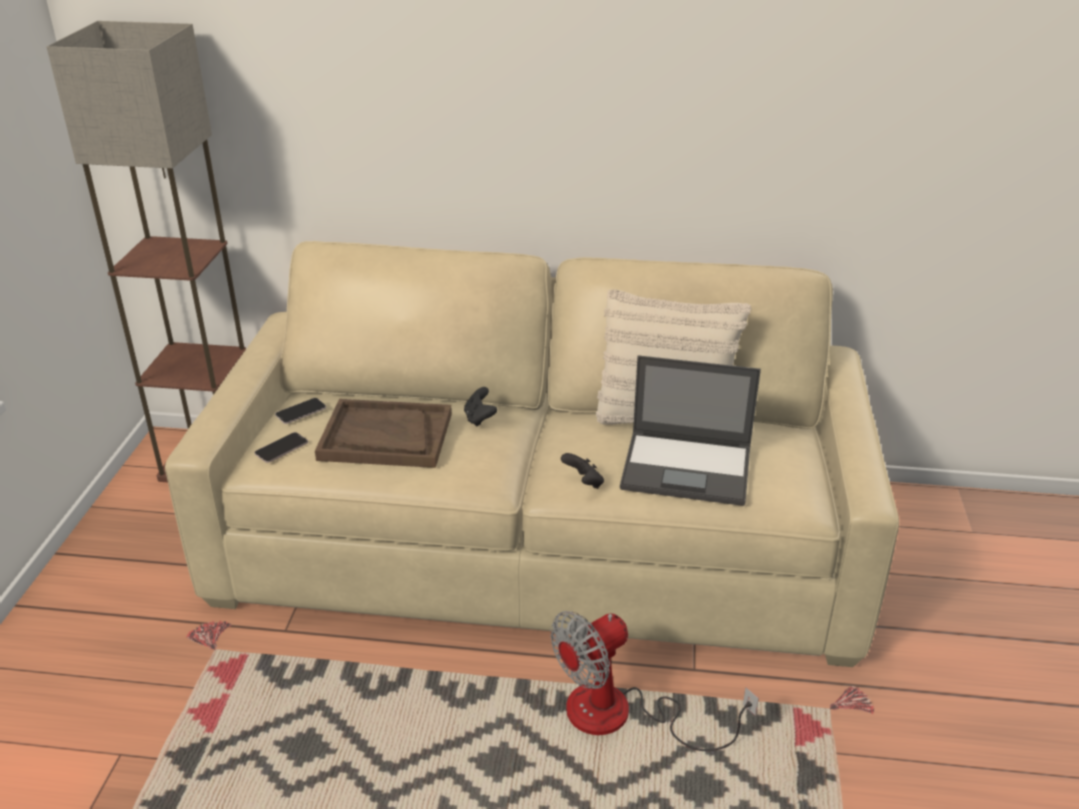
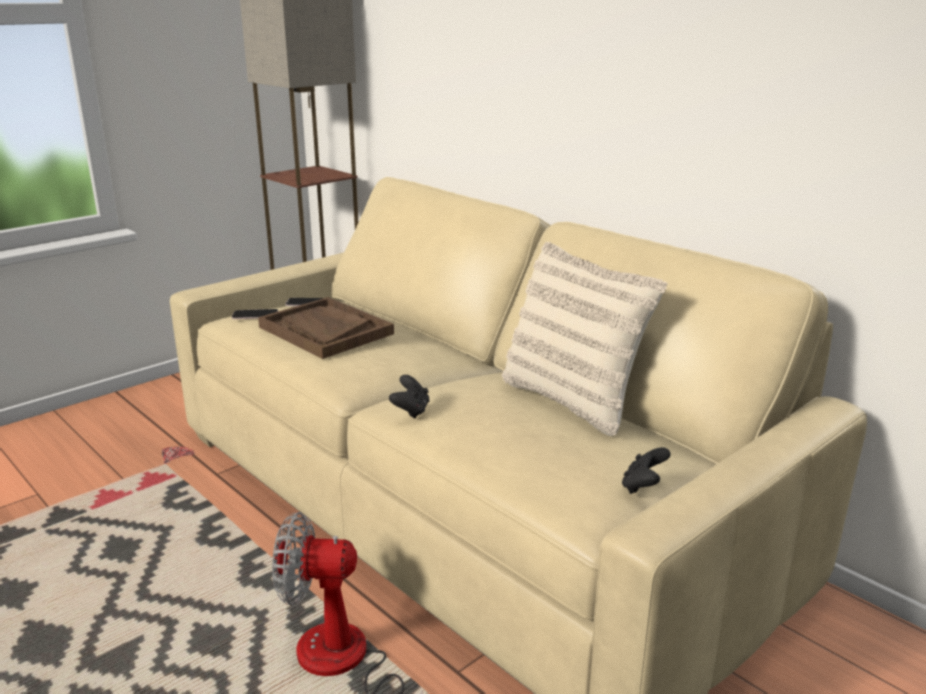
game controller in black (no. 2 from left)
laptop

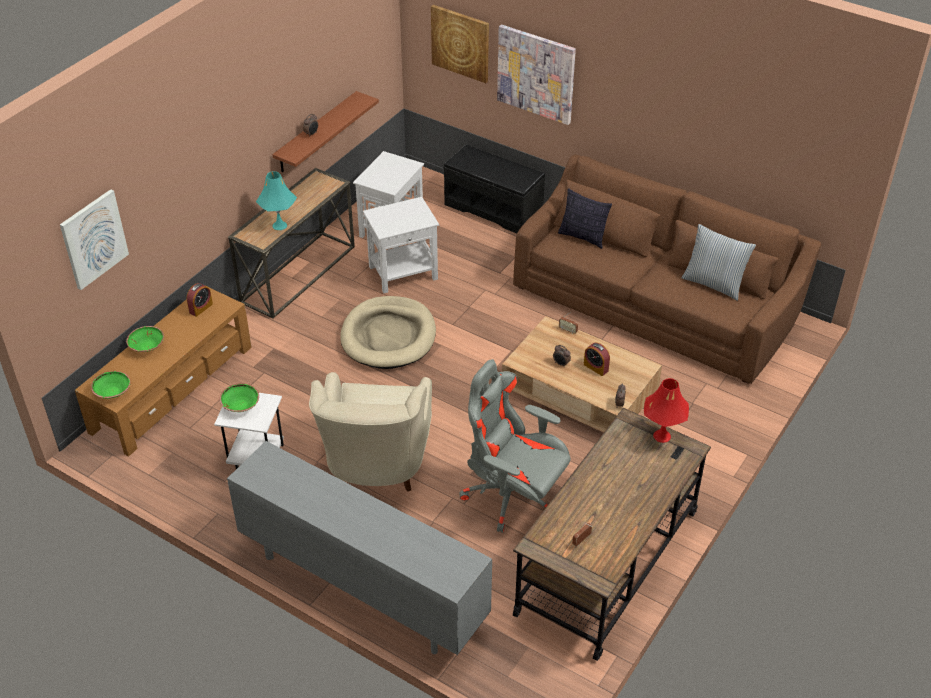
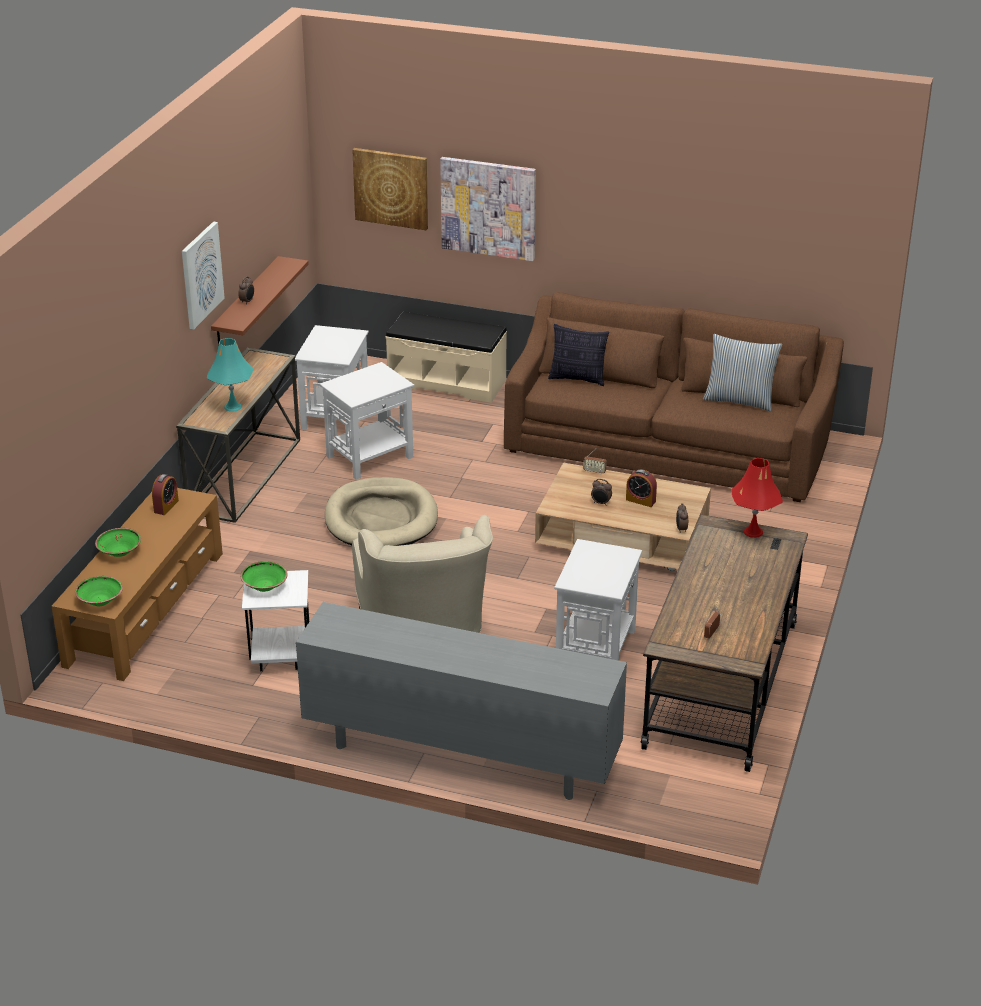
picture (no. 1 from left)
bench in beige
side table in white (no. 4 from left)

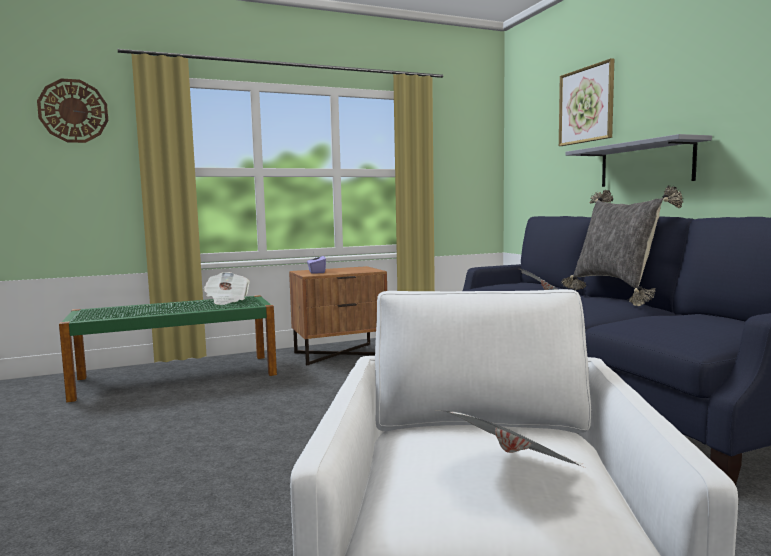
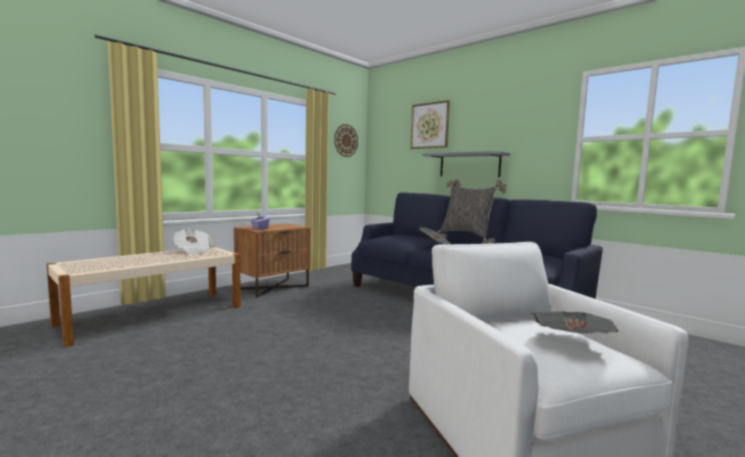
wall clock
bench in beige

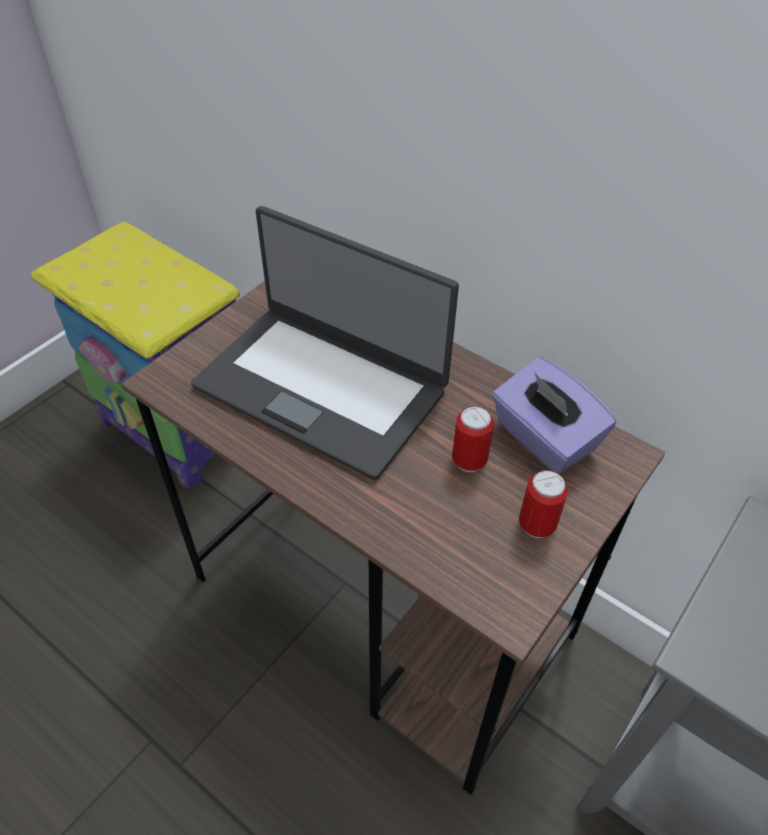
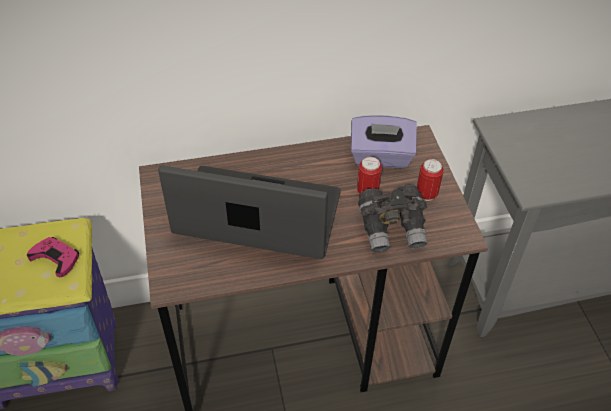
laptop
game controller in pink
binoculars in grey

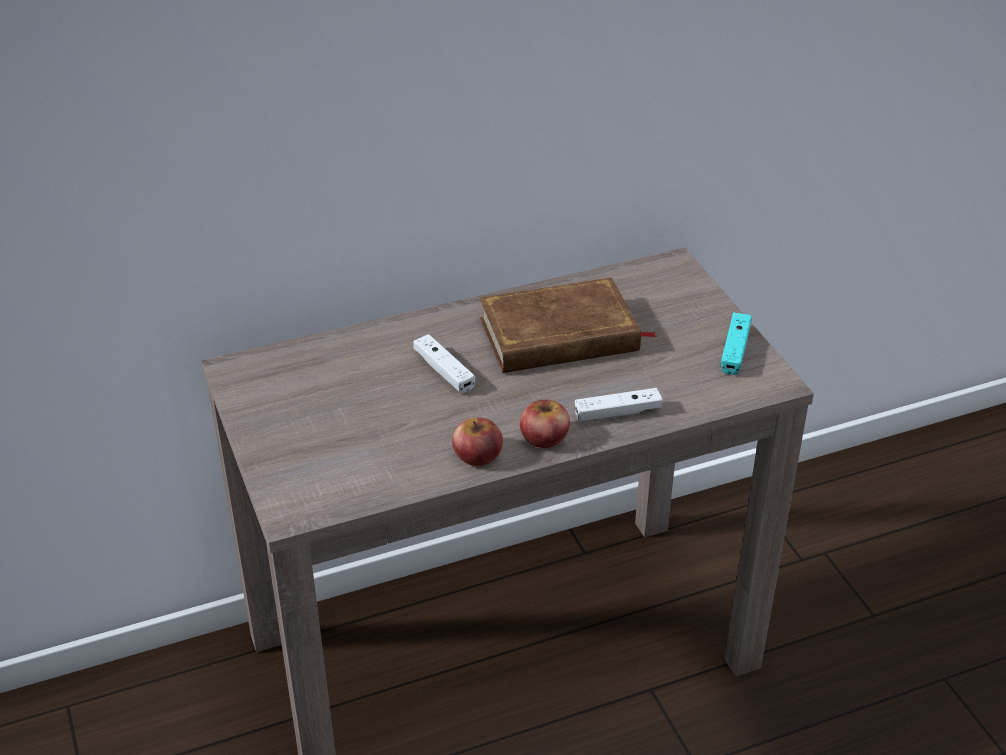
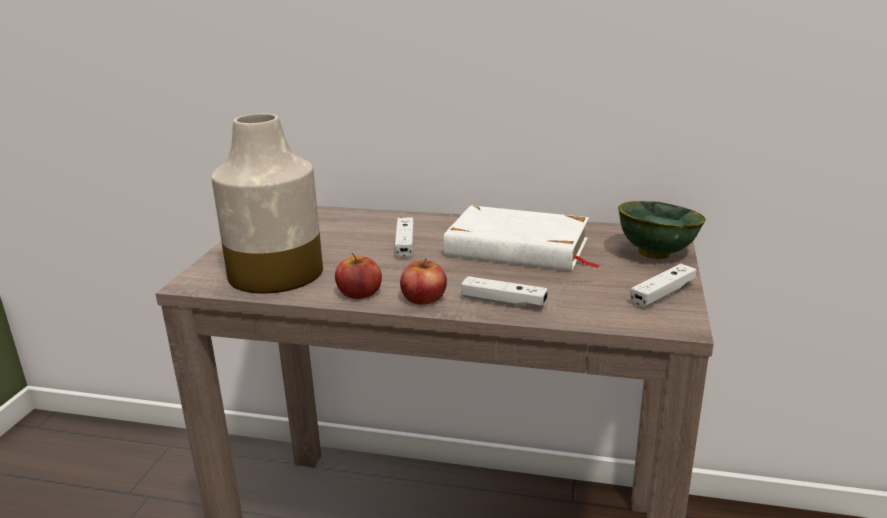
book in white
game controller in white (no. 3 from left)
vase in beige
bowl in green

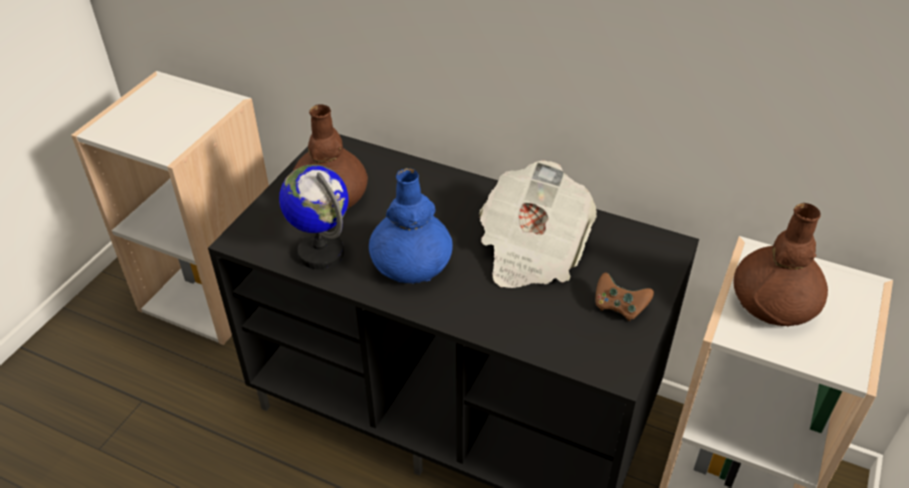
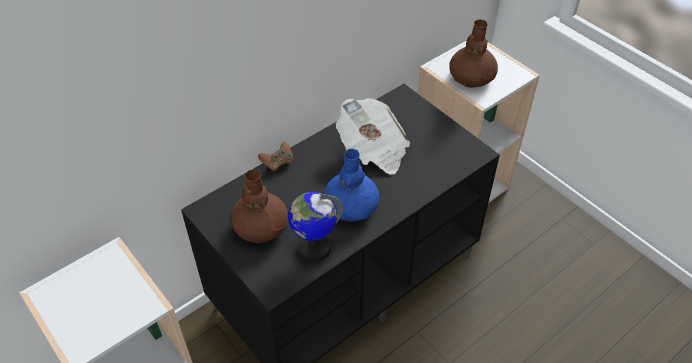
game controller in brown

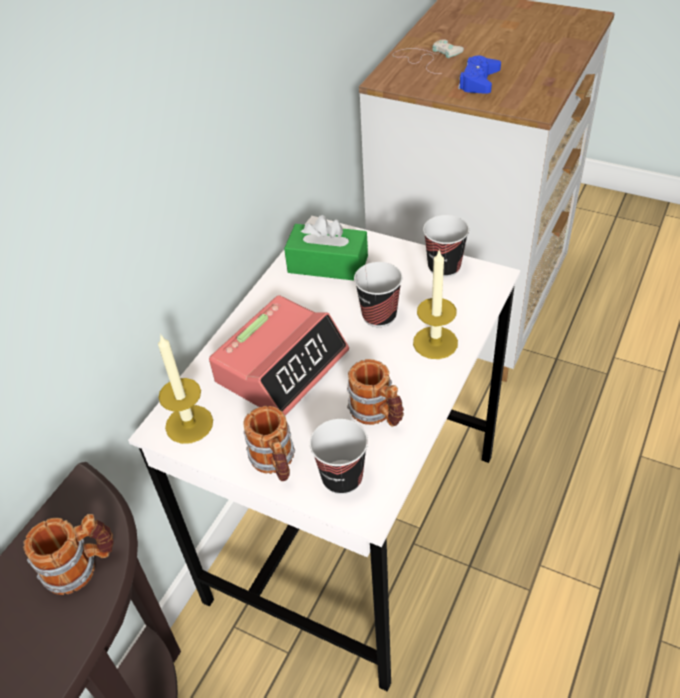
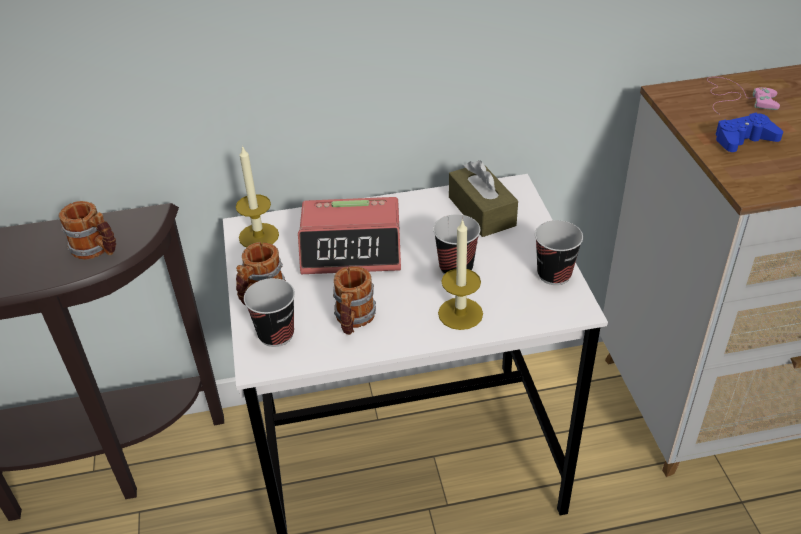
tissue box in brown
game controller in pink

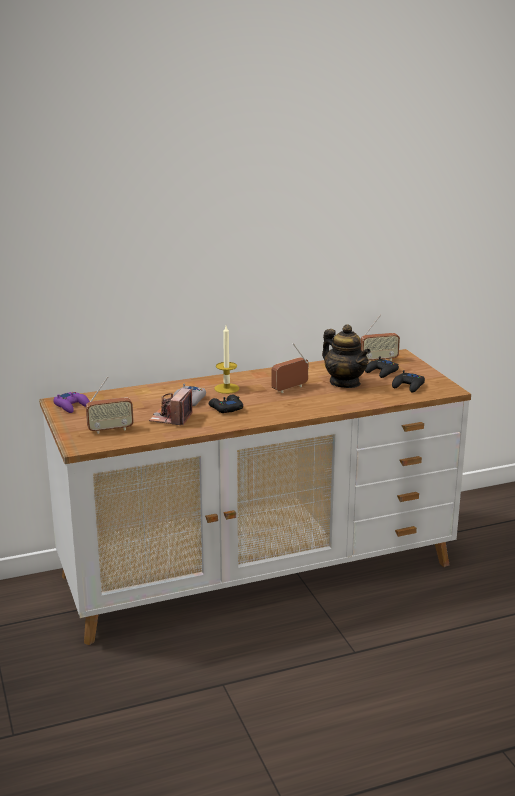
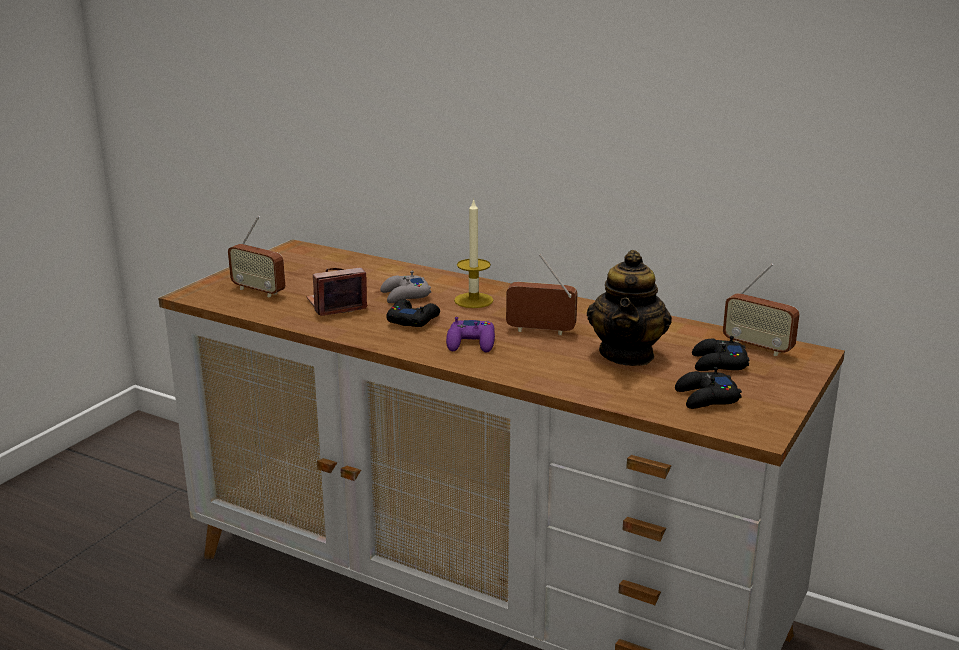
game controller in purple

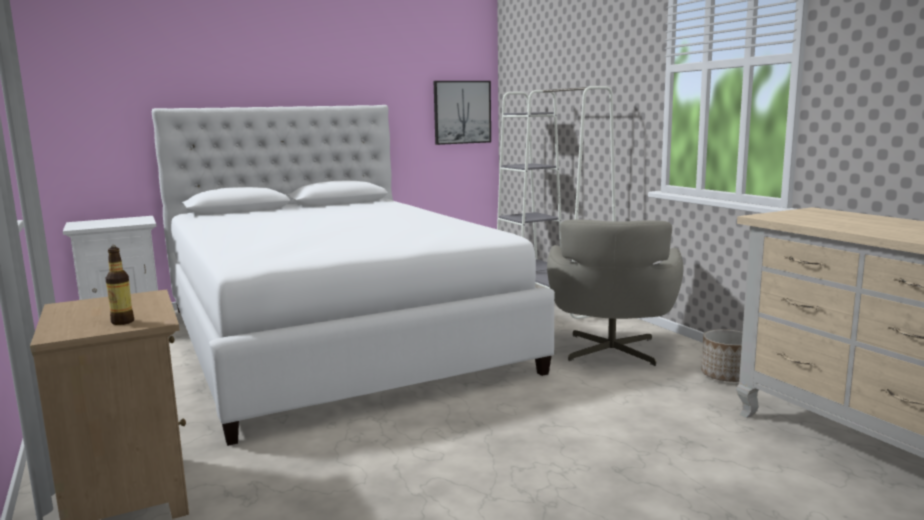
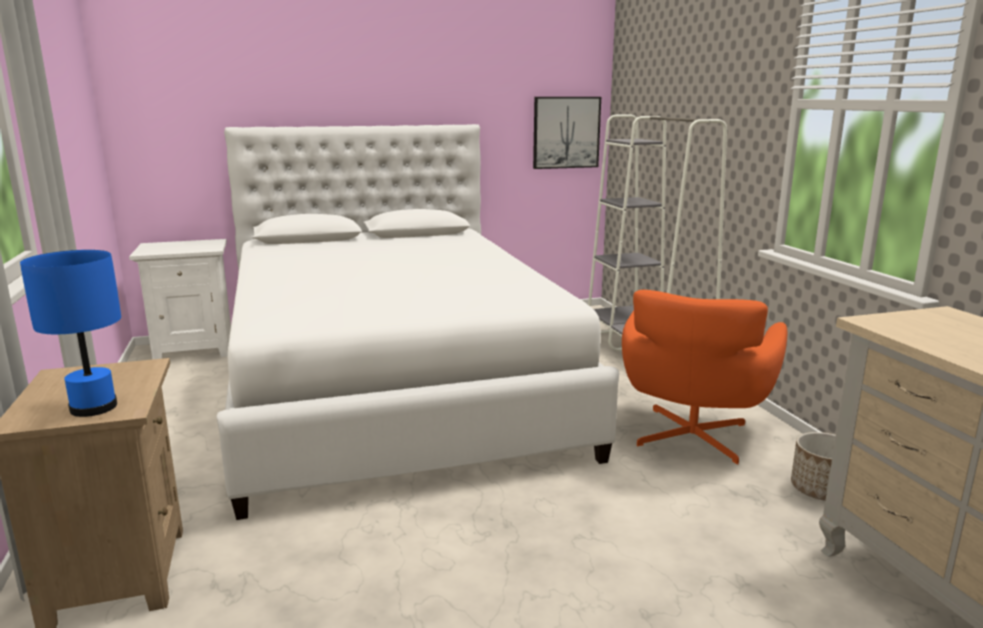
table lamp in blue
armchair in orange

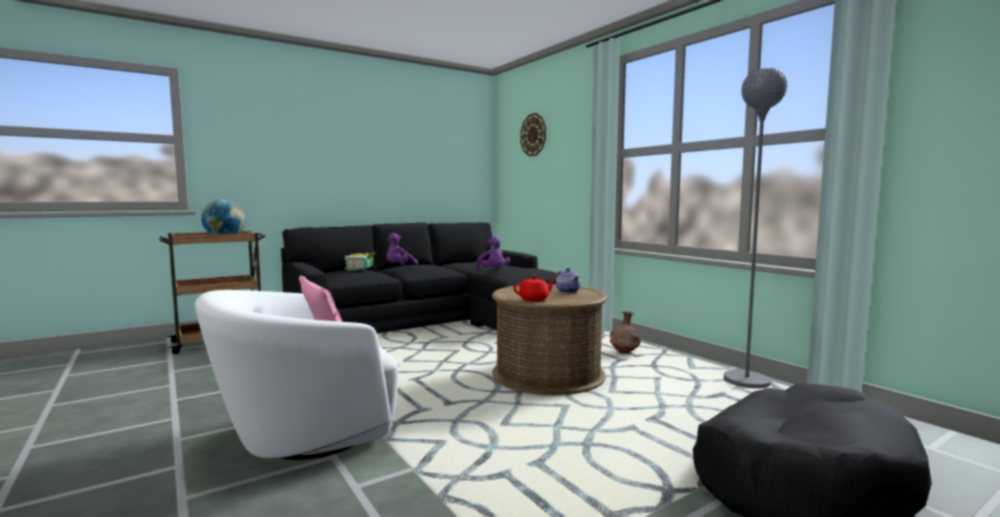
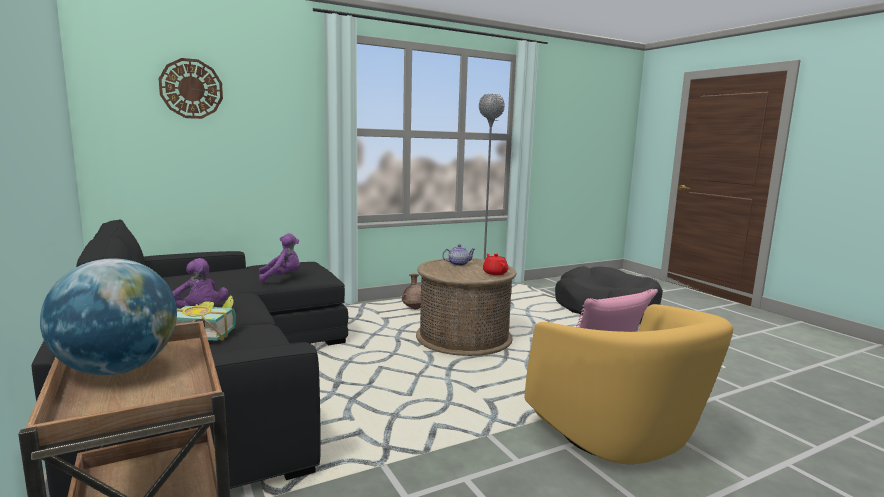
armchair in yellow

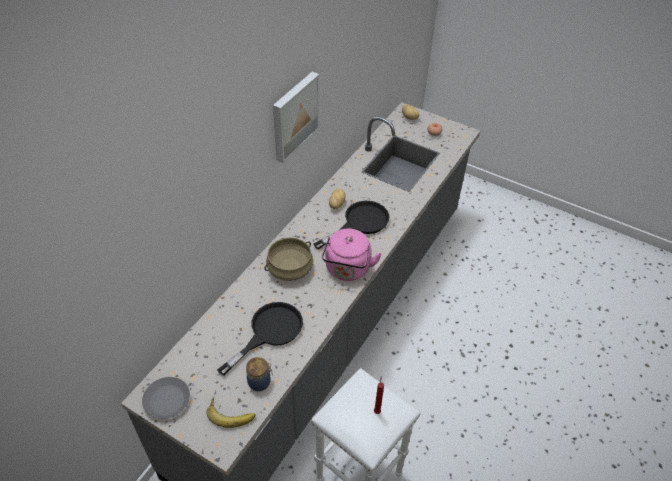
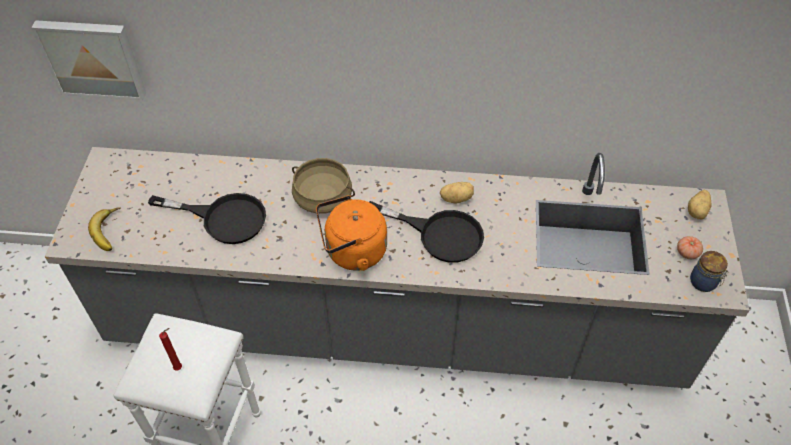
plate in grey
jar
picture
kettle in orange

